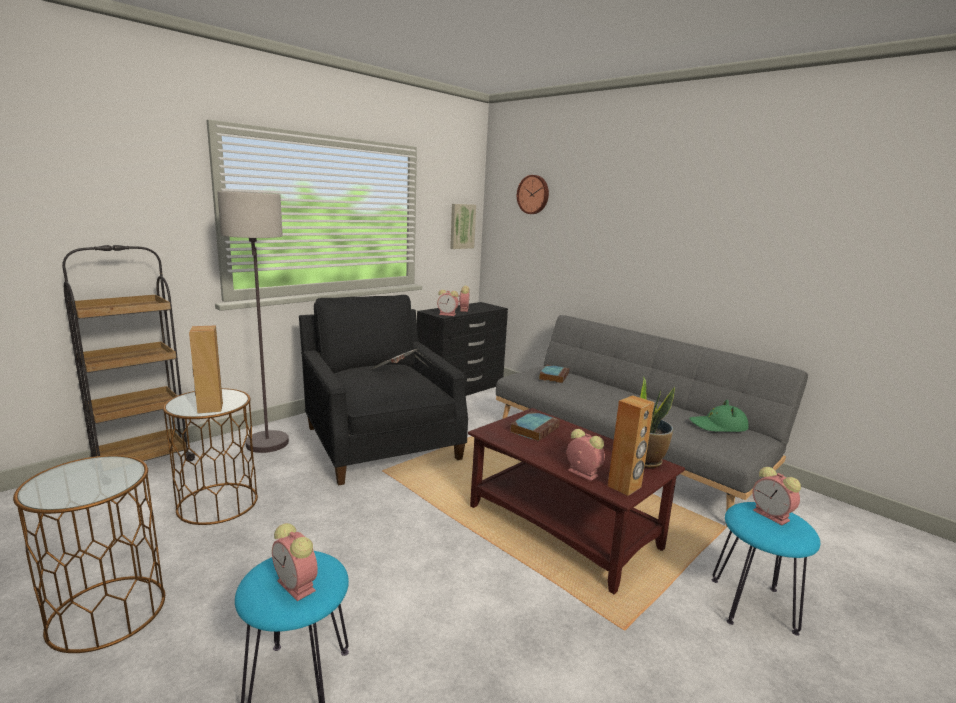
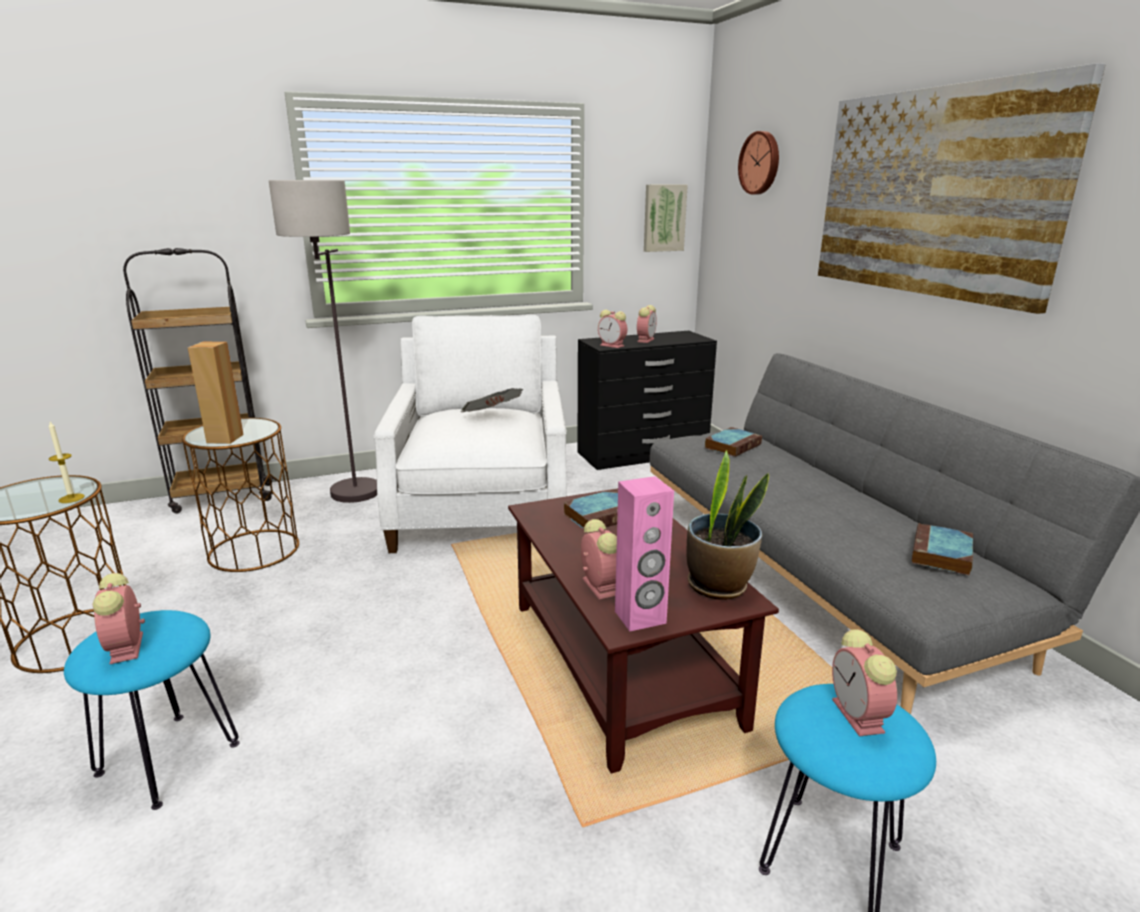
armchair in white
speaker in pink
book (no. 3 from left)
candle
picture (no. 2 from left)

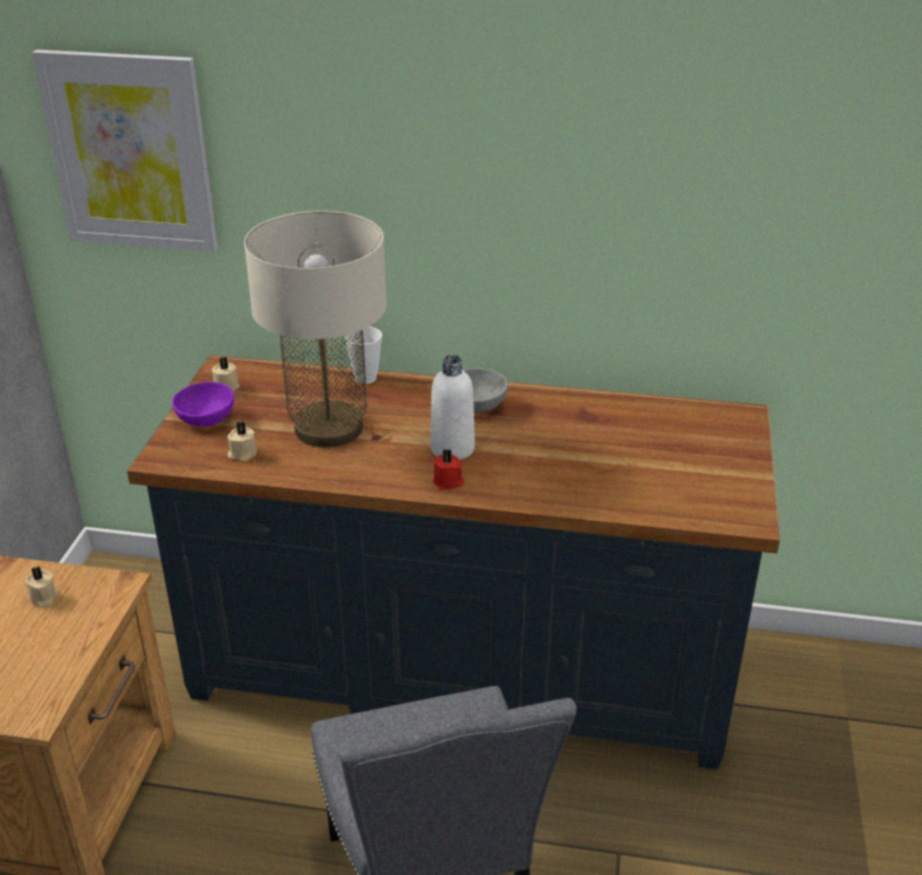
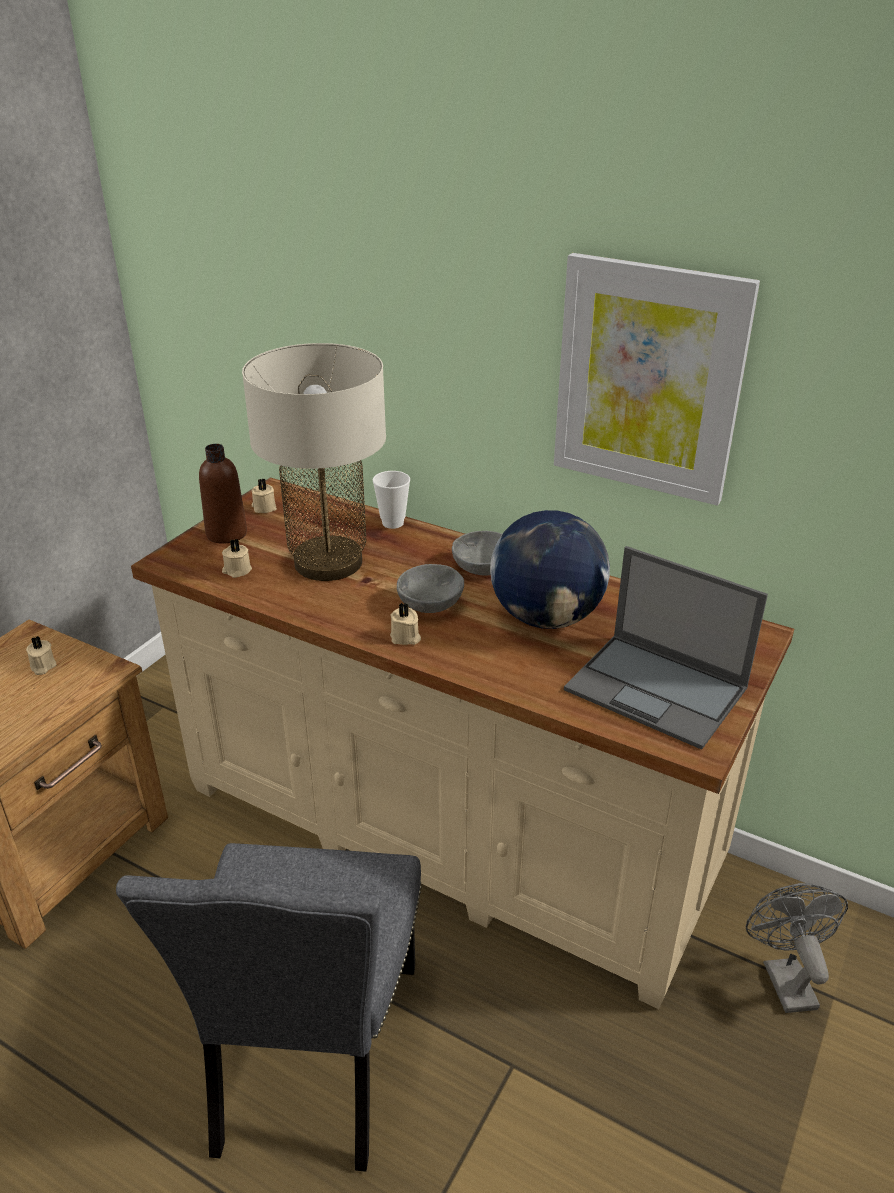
picture
dresser in beige
bottle in brown
bowl in grey (no. 1 from left)
candle in beige (no. 4 from left)
globe
laptop
fan in grey

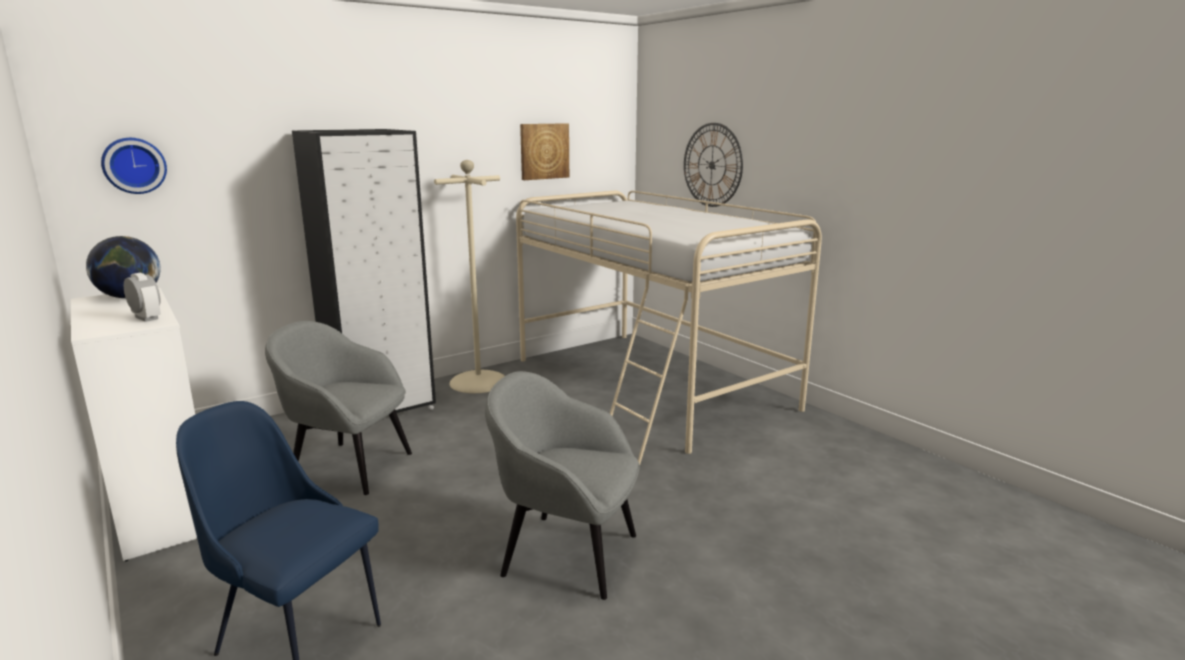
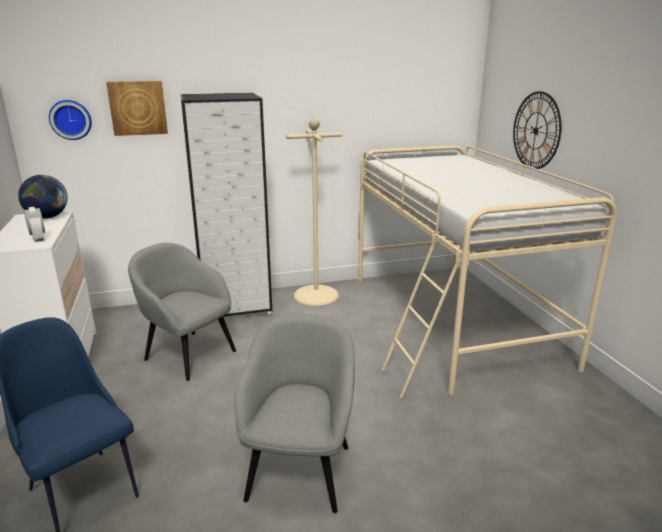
armchair in grey (no. 2 from left)
picture

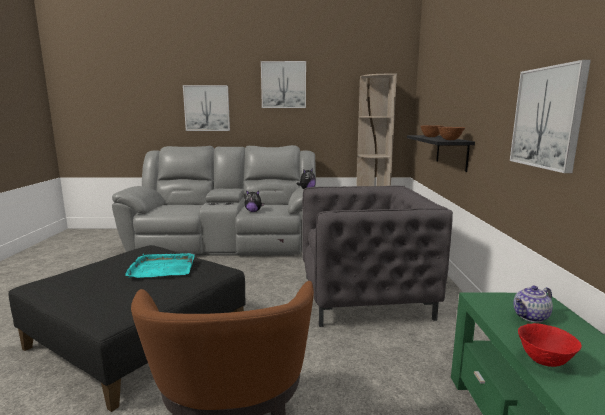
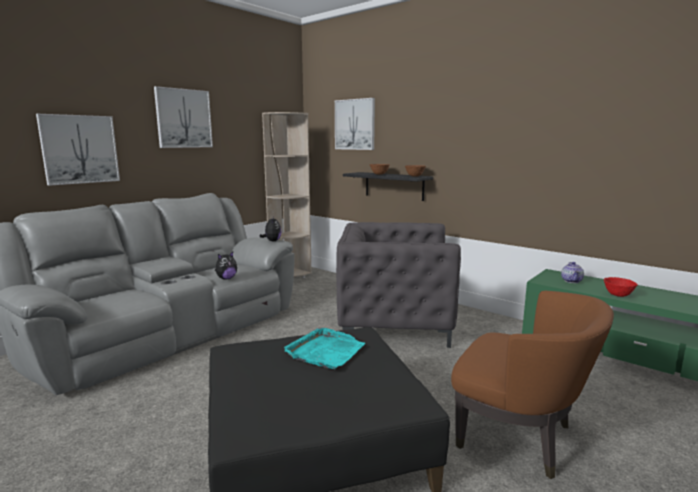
armchair in grey
picture (no. 3 from left)

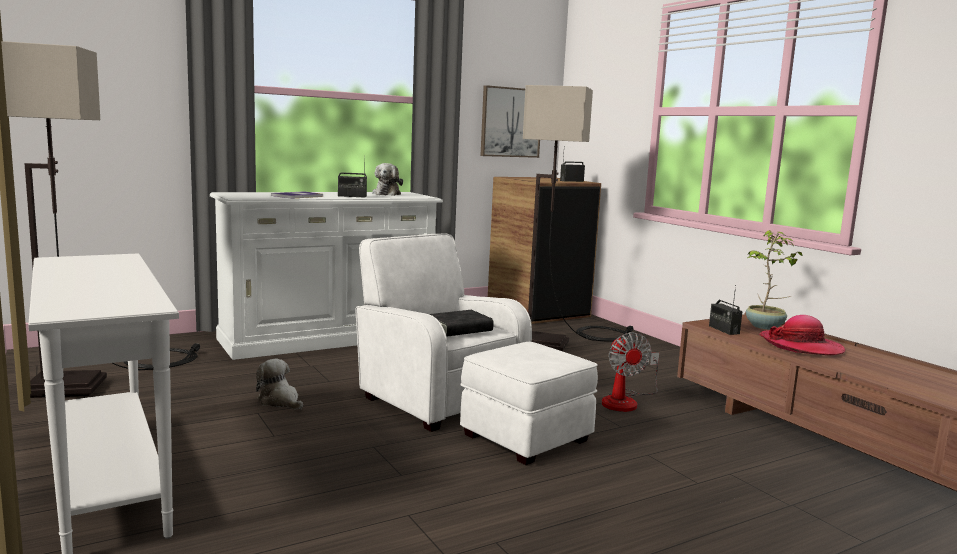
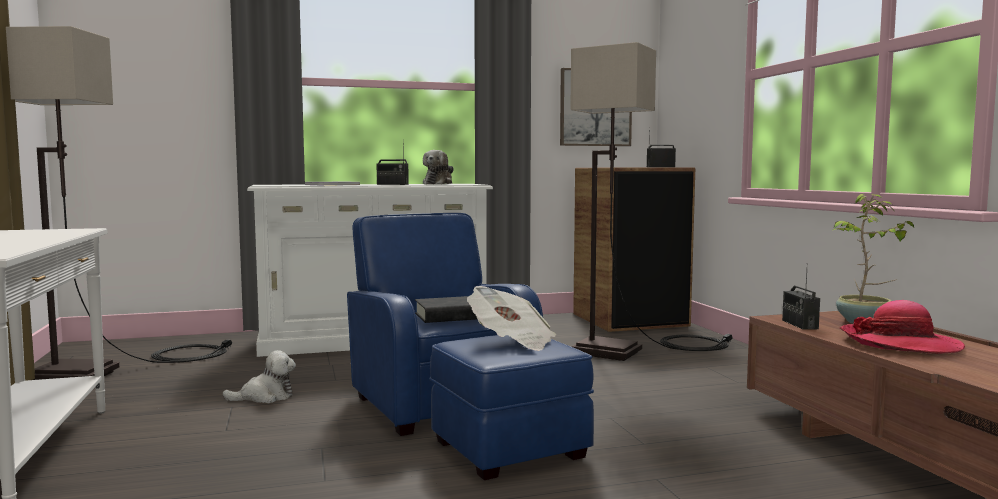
plush toy (no. 1 from left)
armchair in blue
fan
newspaper

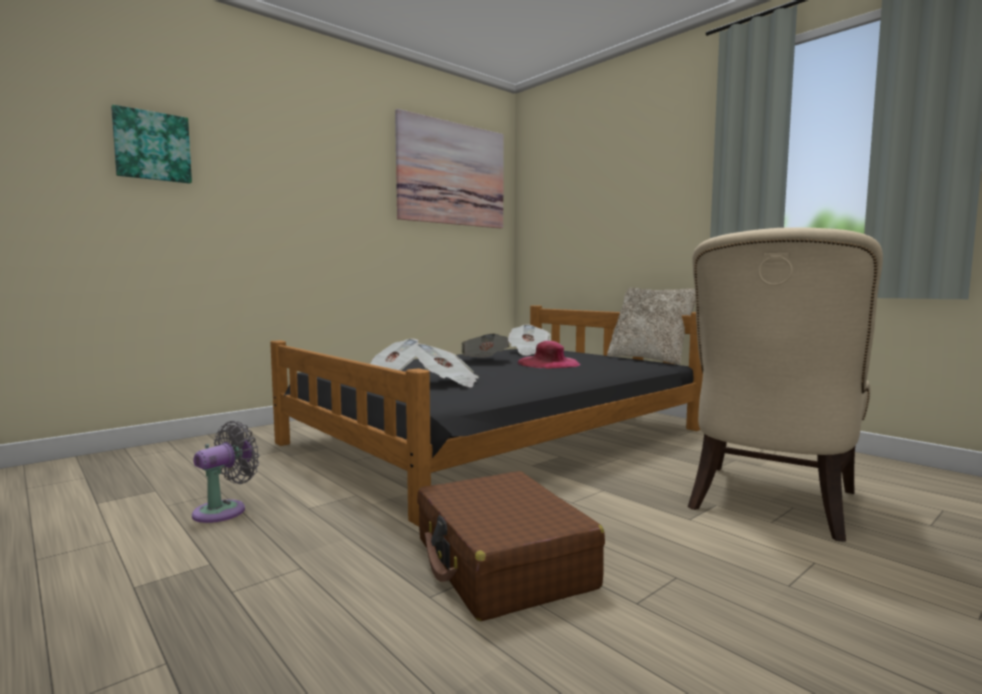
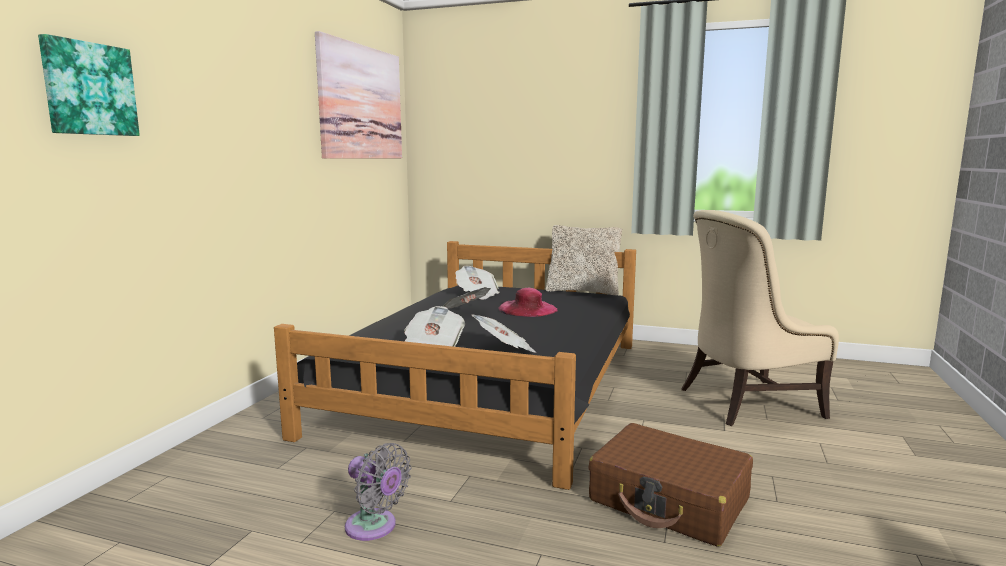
fan in grey
chair in beige

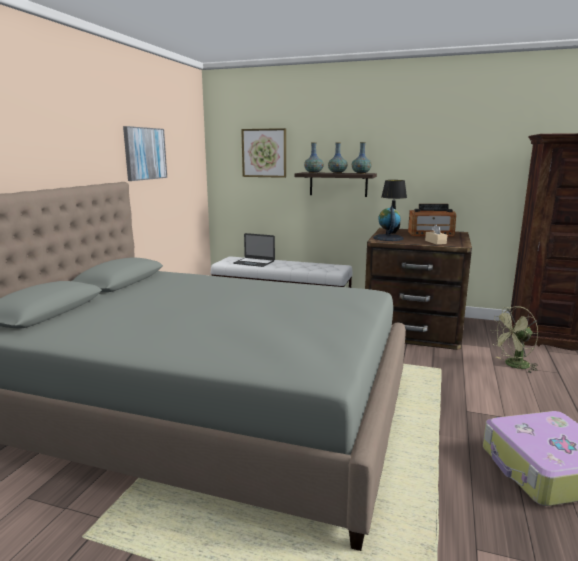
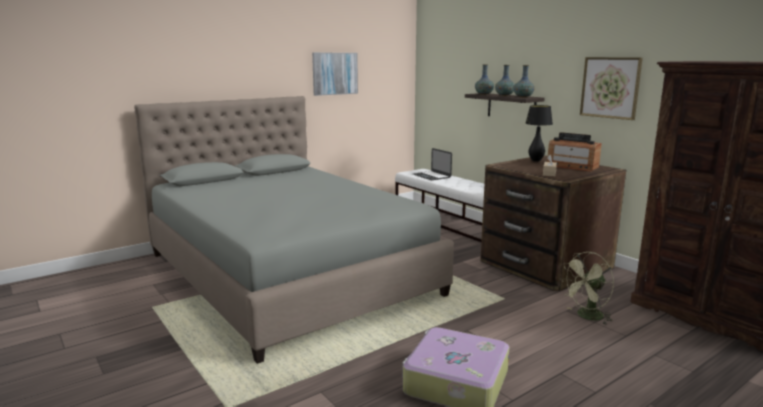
picture (no. 2 from left)
globe
fan in green

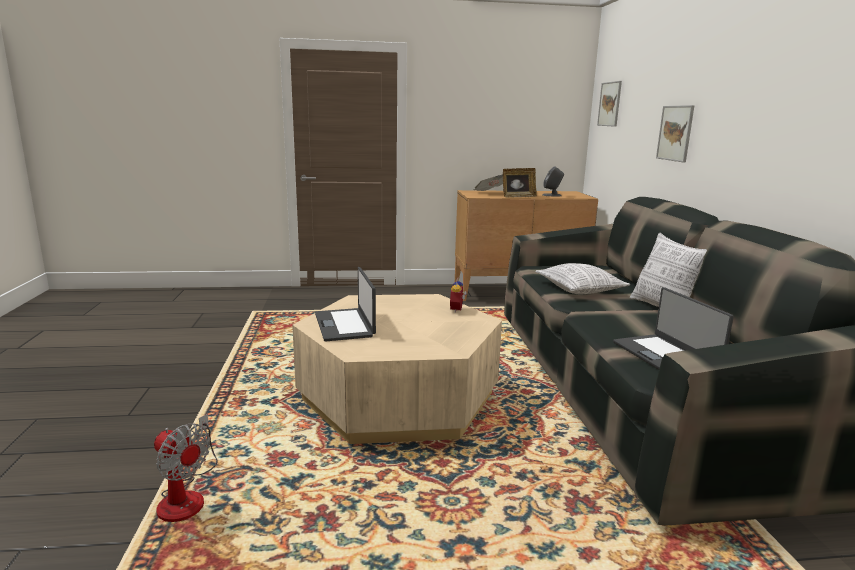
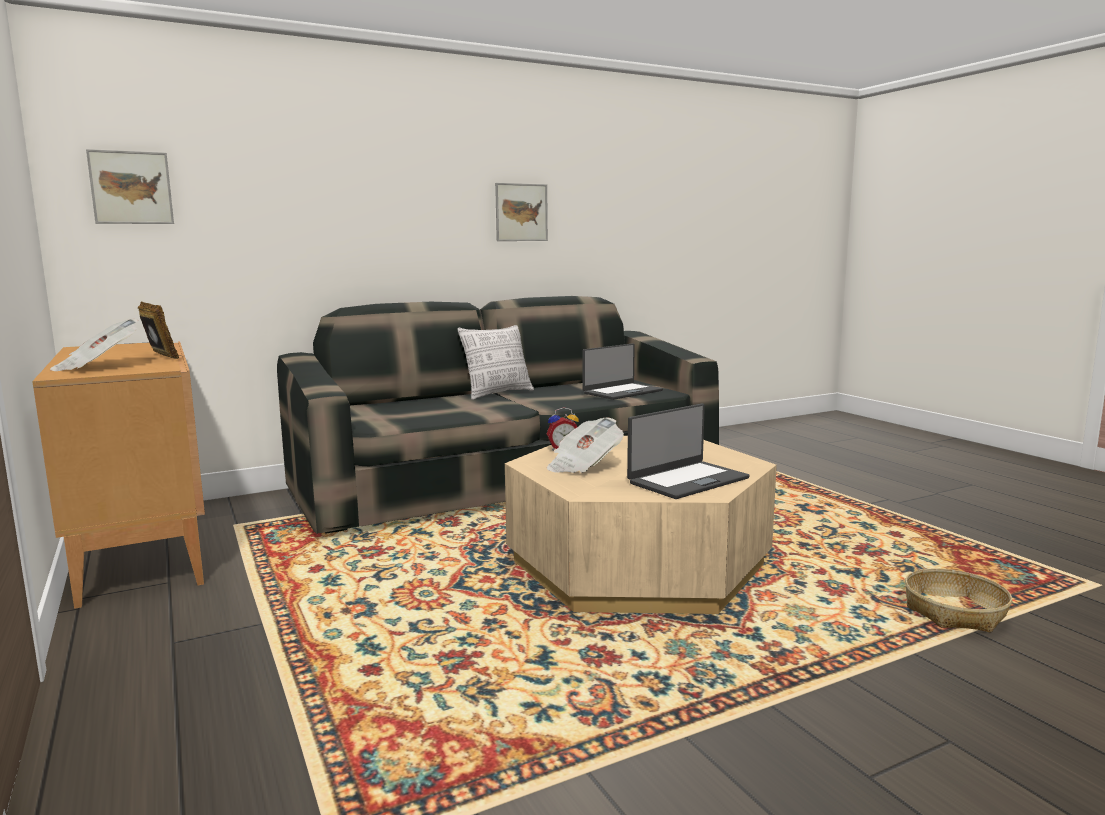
basket
pillow (no. 1 from left in the first image)
speaker in grey
picture (no. 2 from left)
newspaper (no. 2 from left)

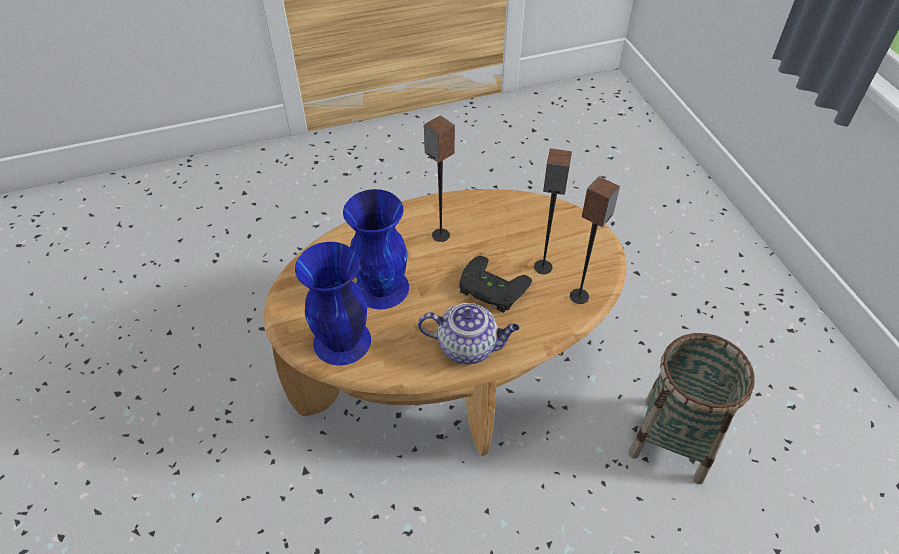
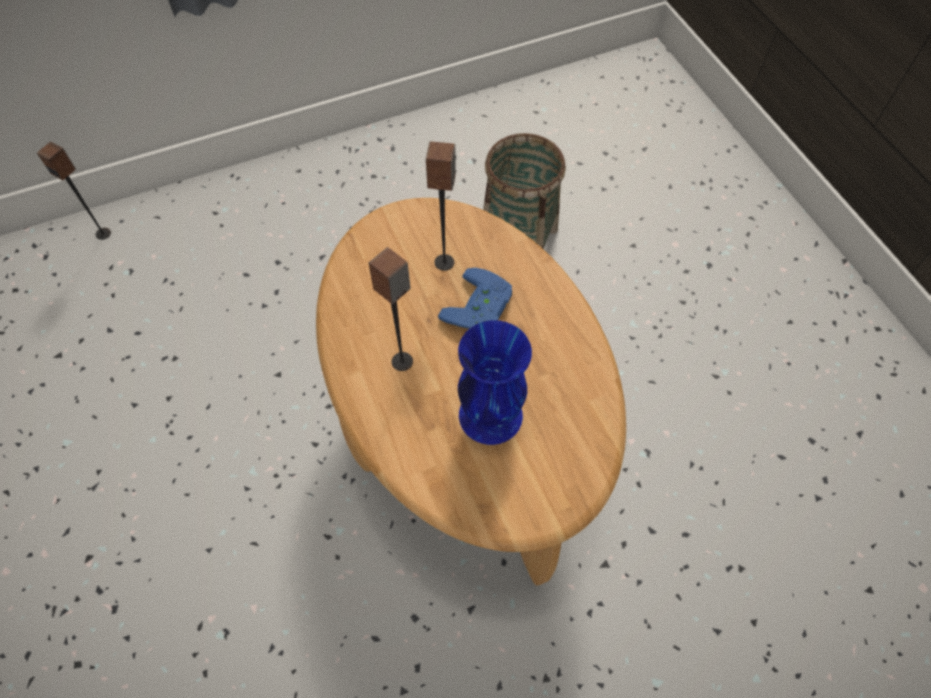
vase in blue (no. 1 from left in the first image)
teapot
game controller in blue
speaker (no. 1 from left)

